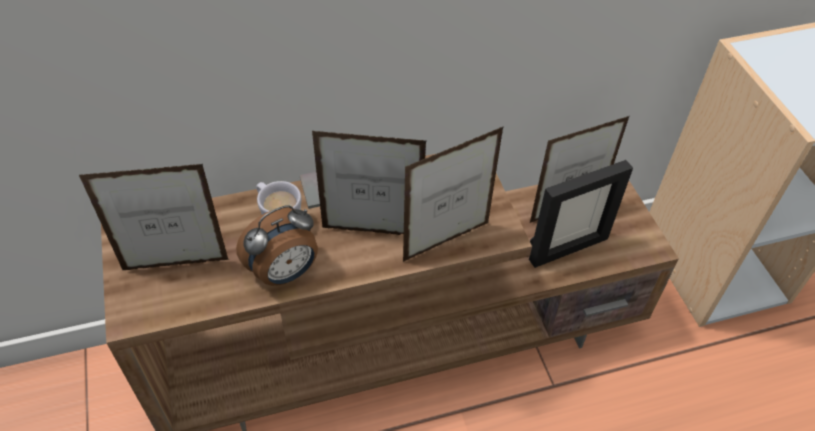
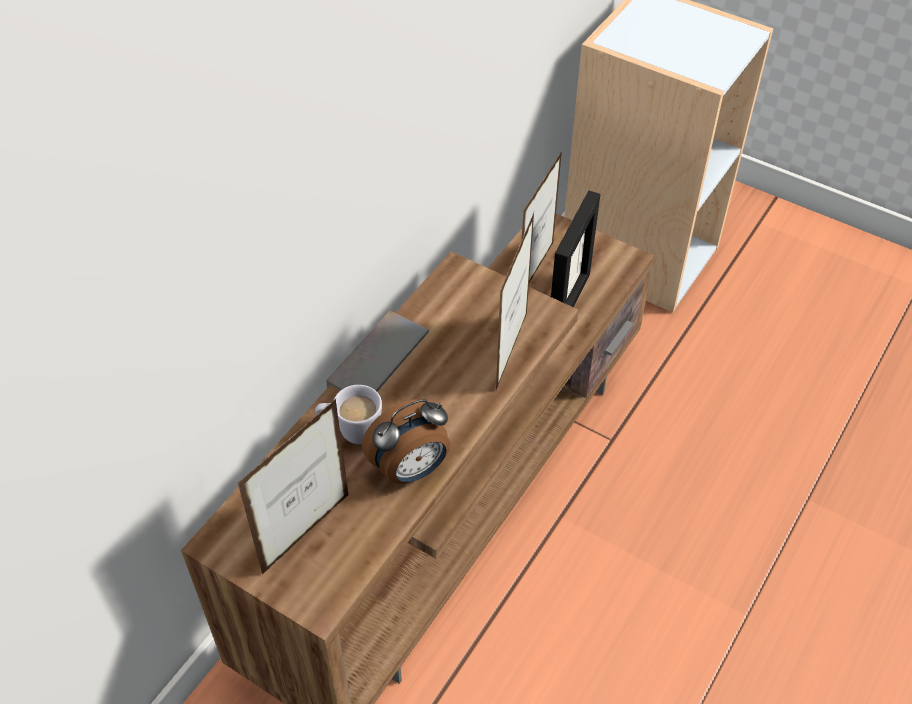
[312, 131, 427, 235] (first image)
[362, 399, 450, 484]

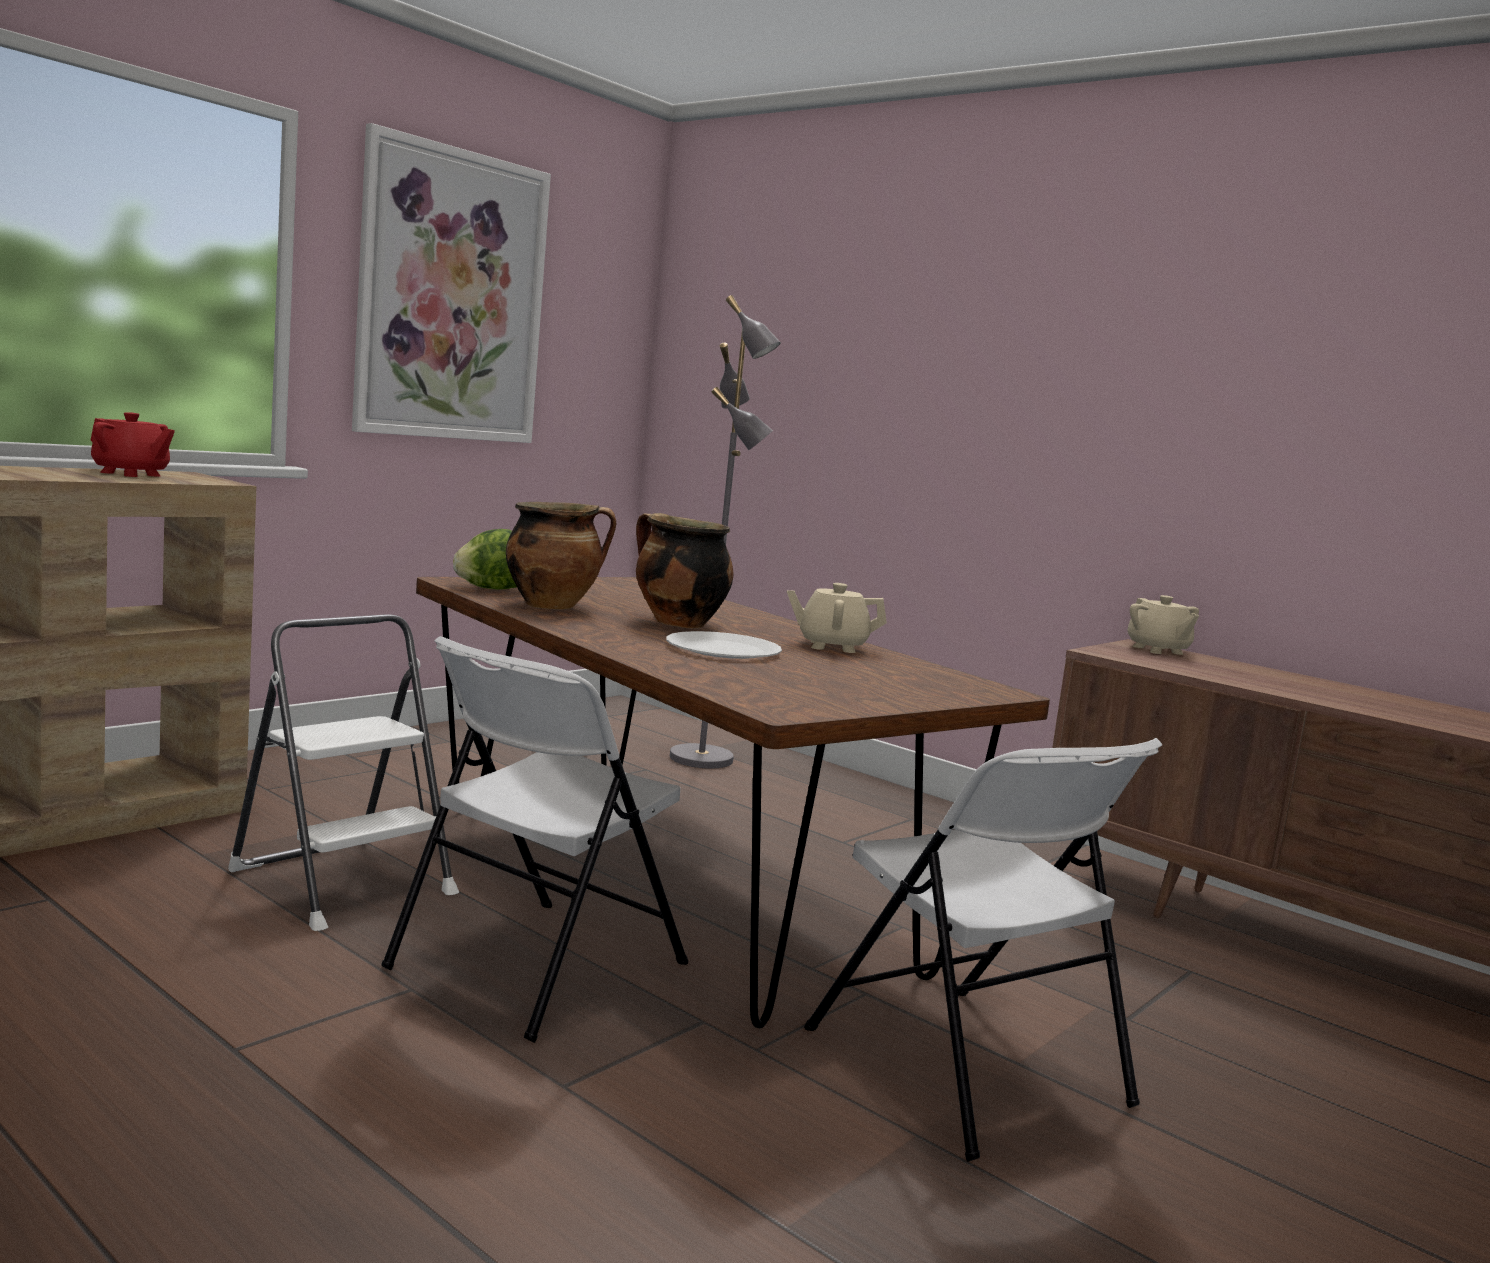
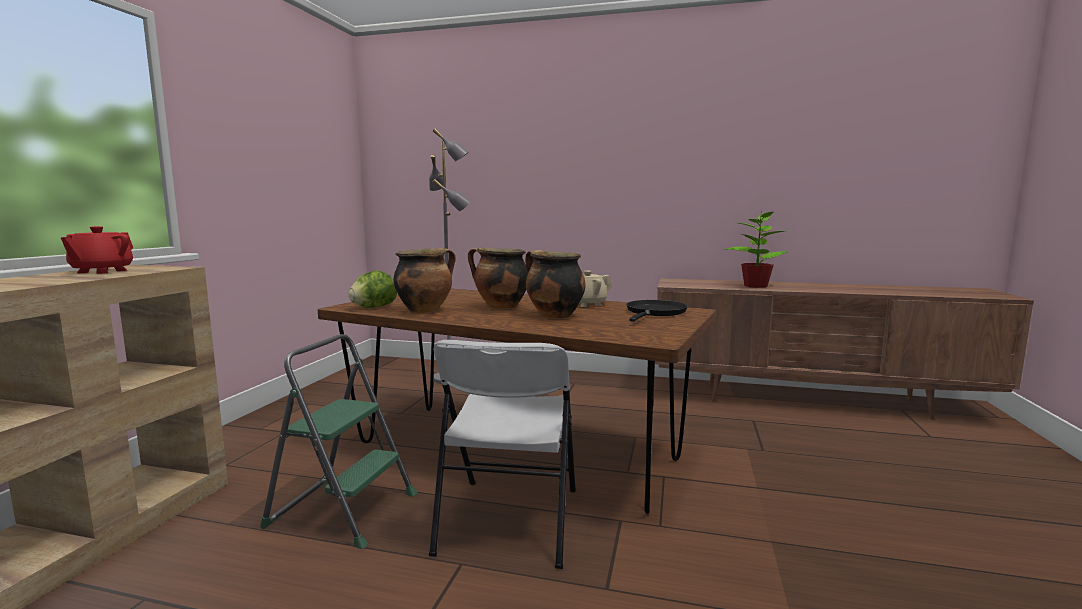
[352, 123, 551, 443] (first image)
[804, 738, 1162, 1162] (first image)
[1128, 595, 1199, 655] (first image)
[626, 300, 688, 322]
[724, 208, 787, 288]
[525, 250, 586, 319]
[260, 334, 418, 549]
[61, 226, 133, 274]

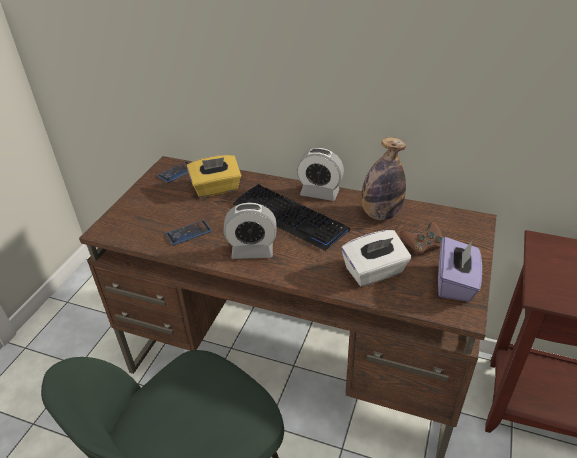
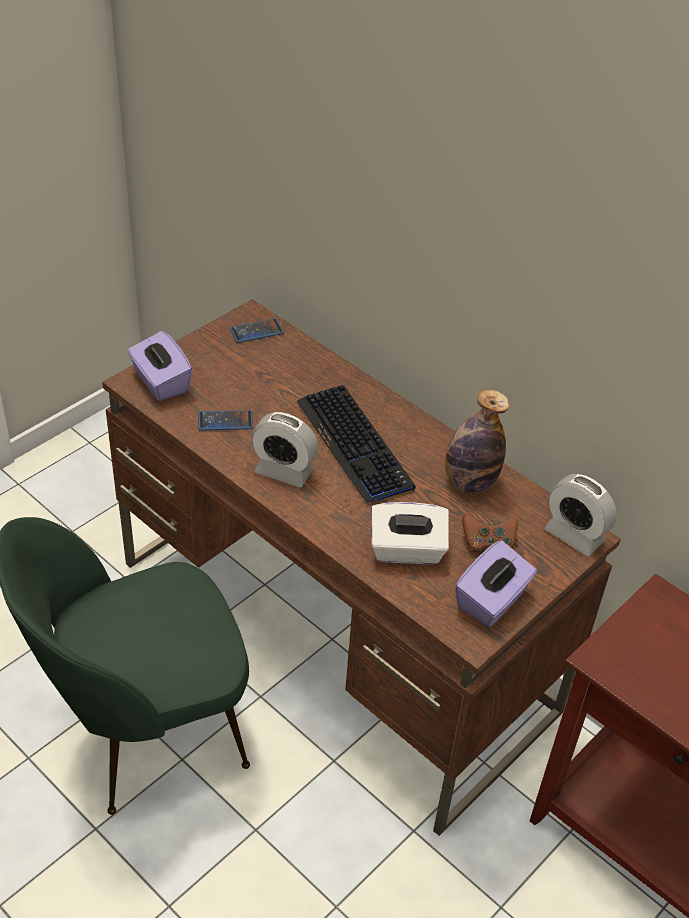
[187, 155, 241, 198] (first image)
[127, 331, 193, 401]
[545, 474, 617, 556]

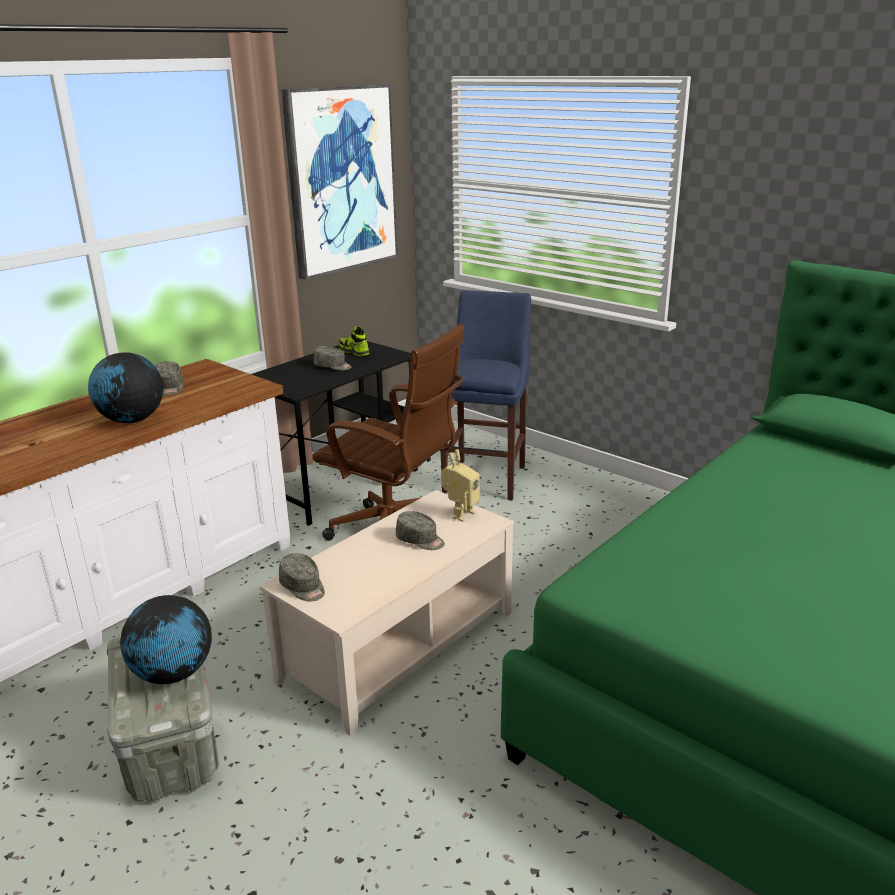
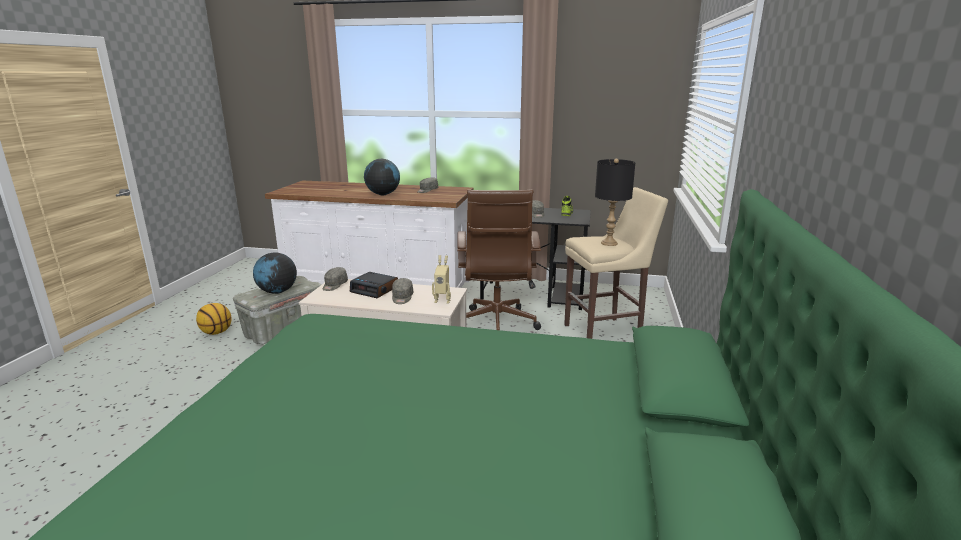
[281, 84, 398, 280] (first image)
[196, 303, 232, 335]
[350, 272, 398, 298]
[595, 159, 635, 246]
[564, 187, 668, 339]

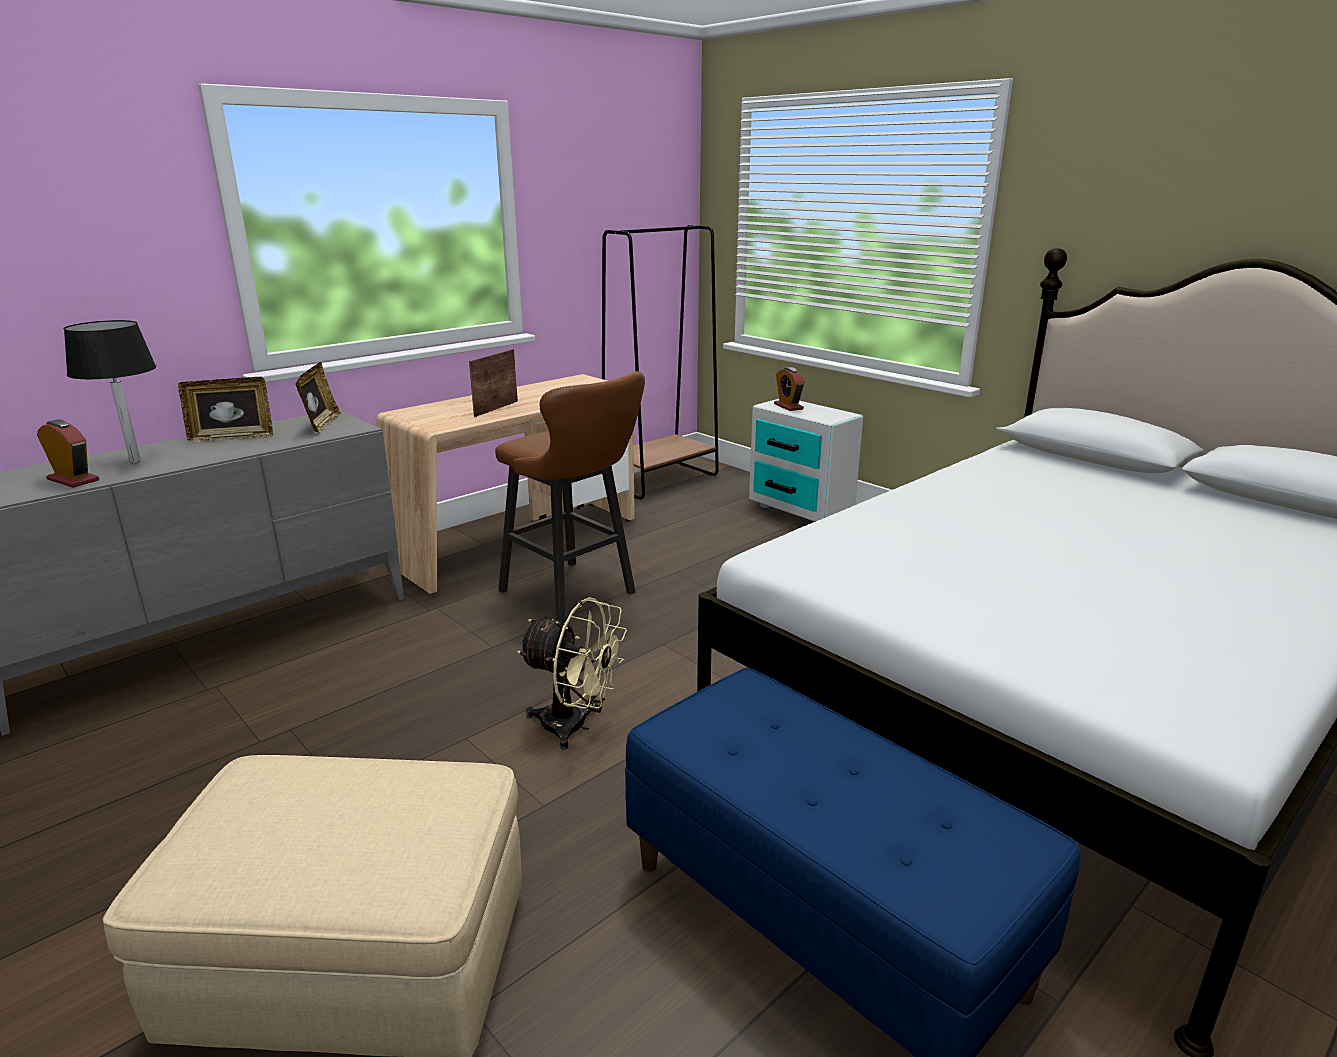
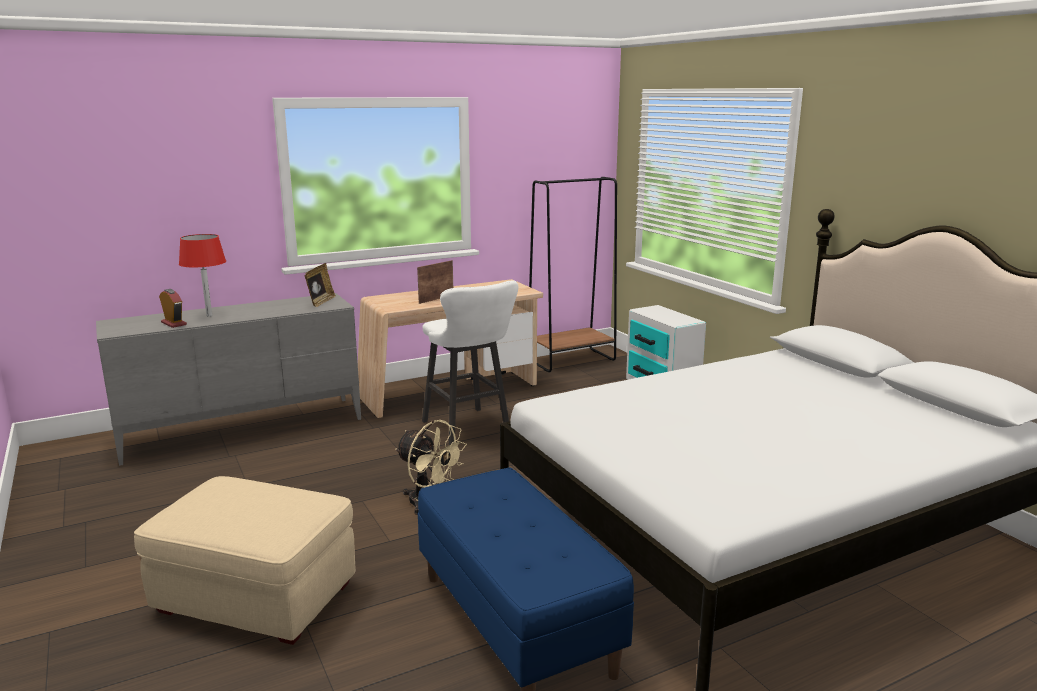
[178, 377, 273, 442] (first image)
[774, 367, 805, 411] (first image)
[179, 234, 226, 316]
[422, 281, 519, 445]

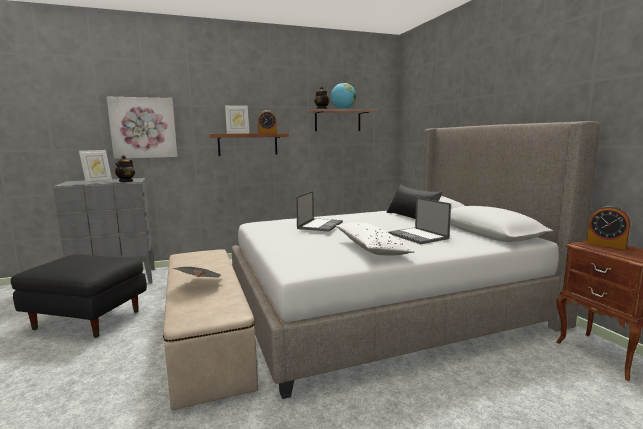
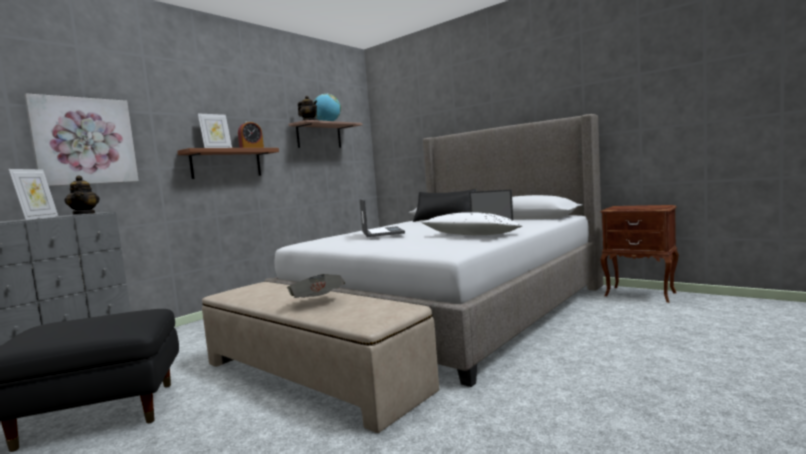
[586, 205, 630, 249] (first image)

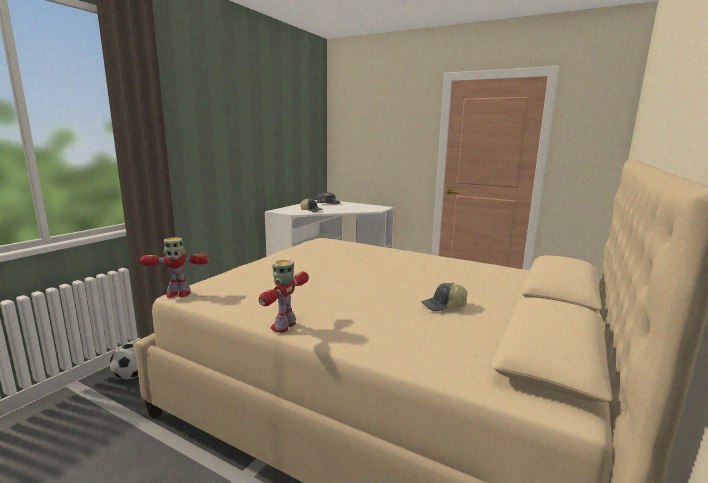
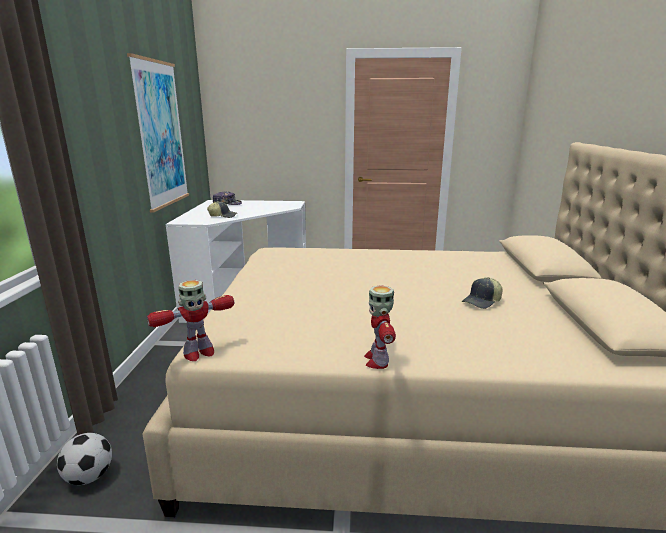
[127, 53, 189, 213]

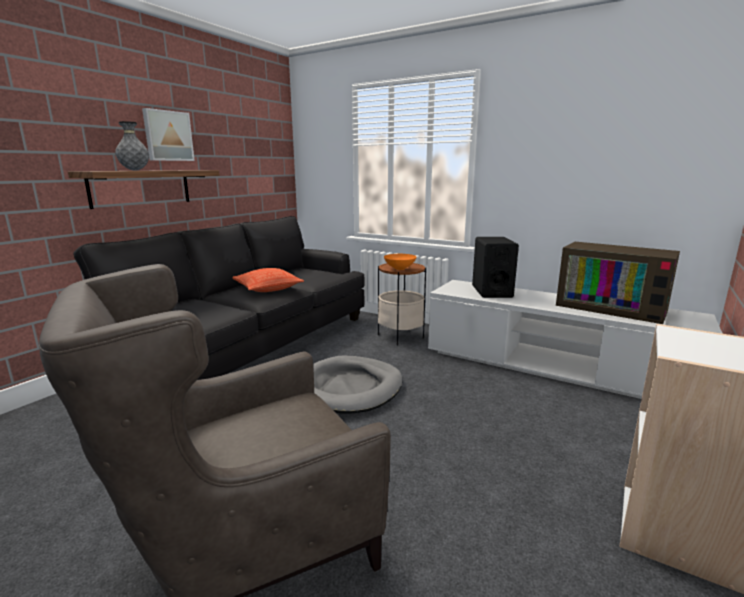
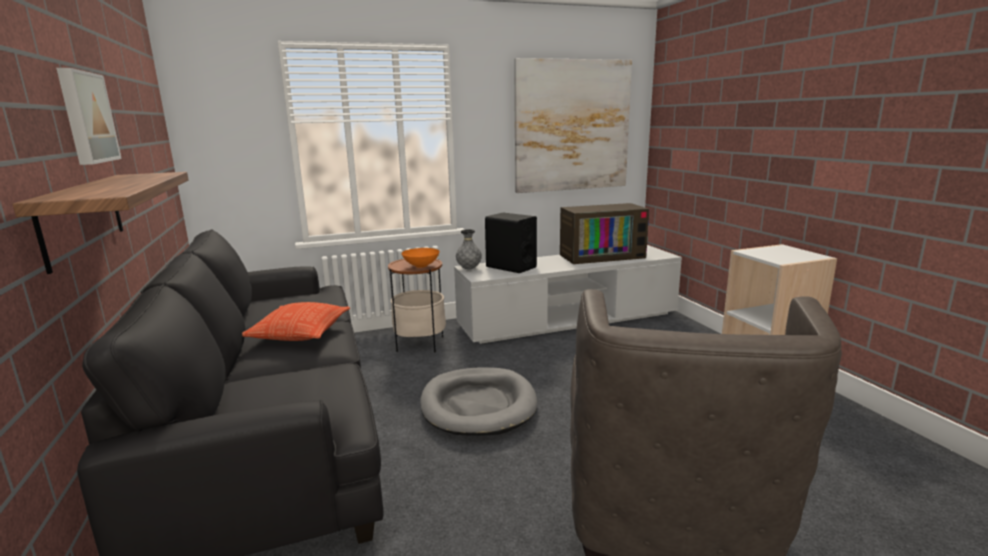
[514, 58, 632, 193]
[456, 229, 482, 269]

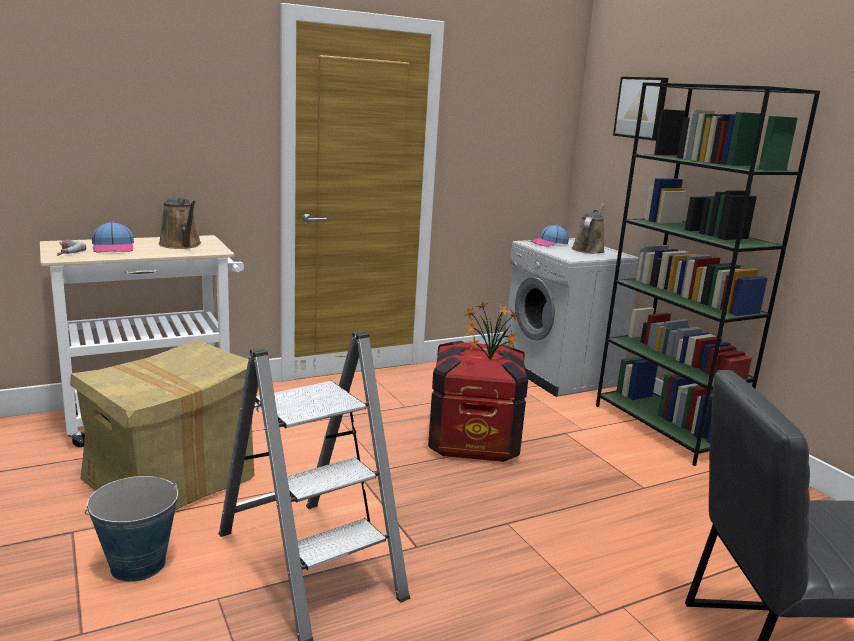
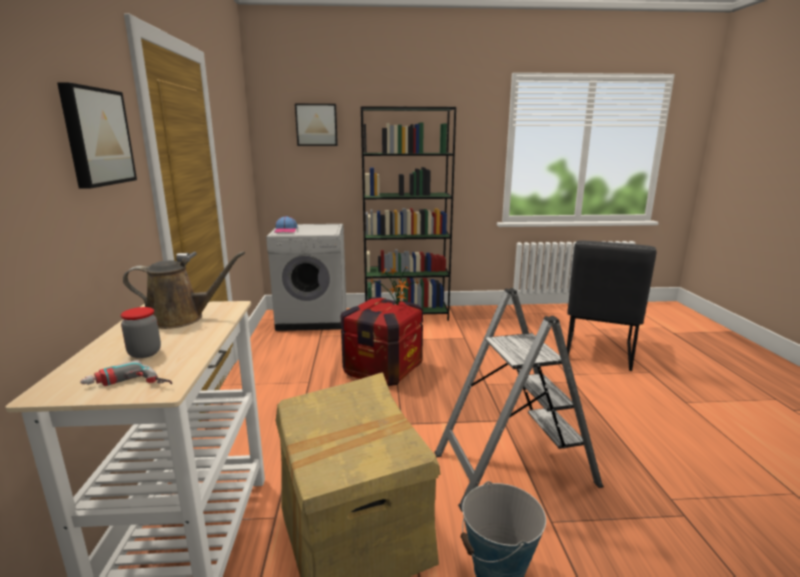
[571, 203, 605, 254] (first image)
[57, 83, 137, 189]
[121, 307, 161, 358]

